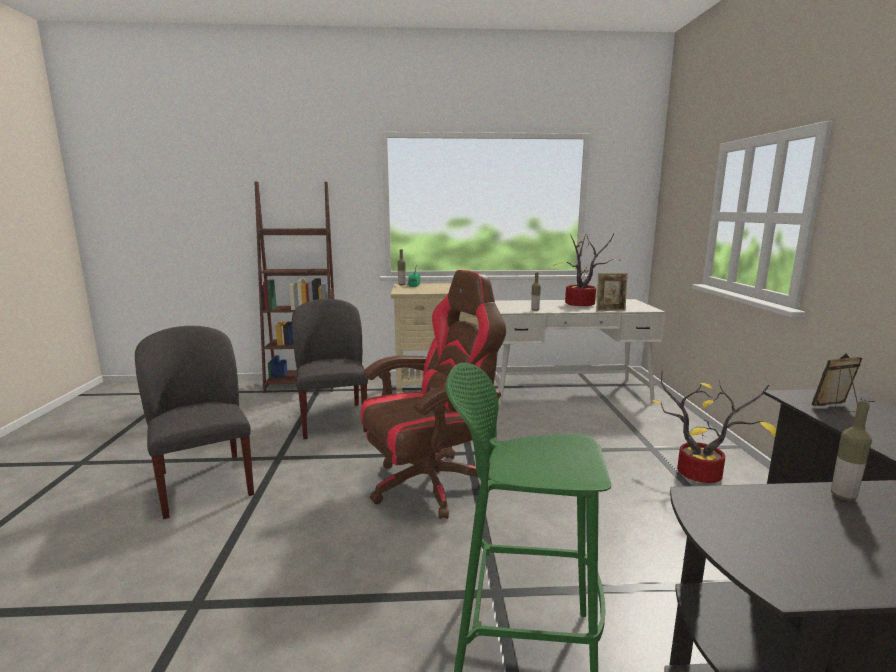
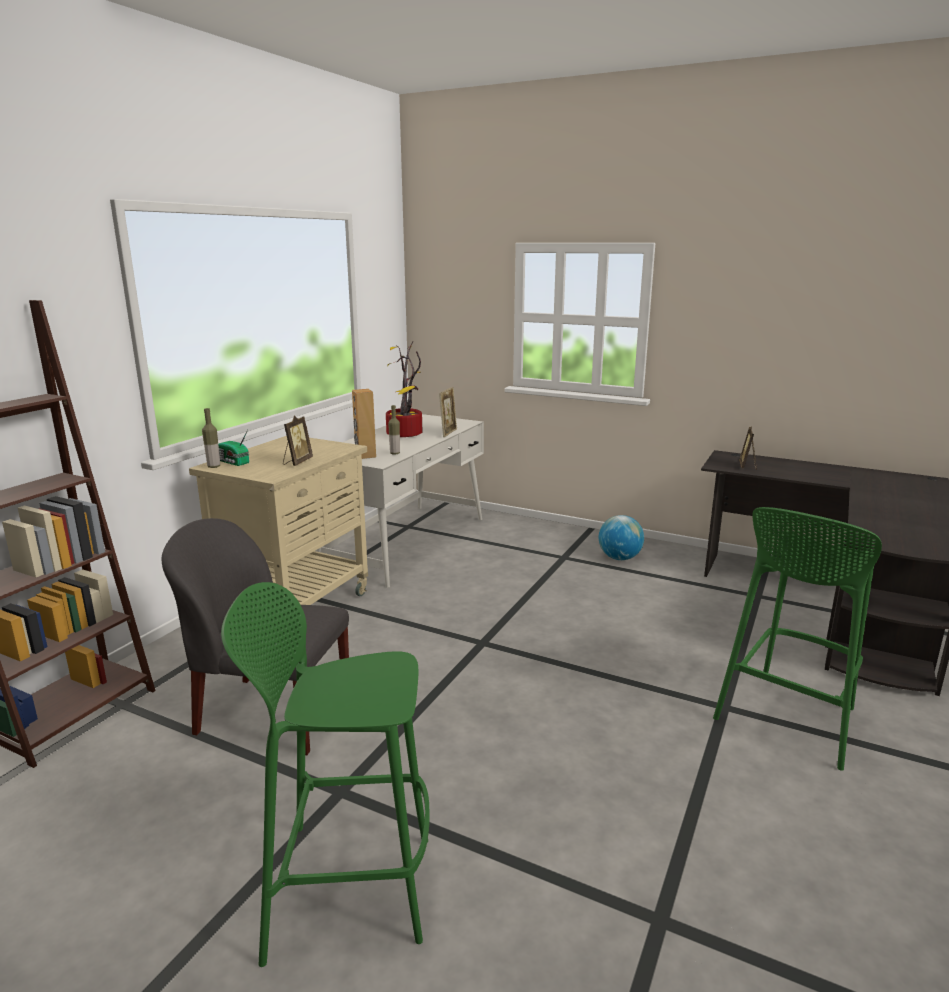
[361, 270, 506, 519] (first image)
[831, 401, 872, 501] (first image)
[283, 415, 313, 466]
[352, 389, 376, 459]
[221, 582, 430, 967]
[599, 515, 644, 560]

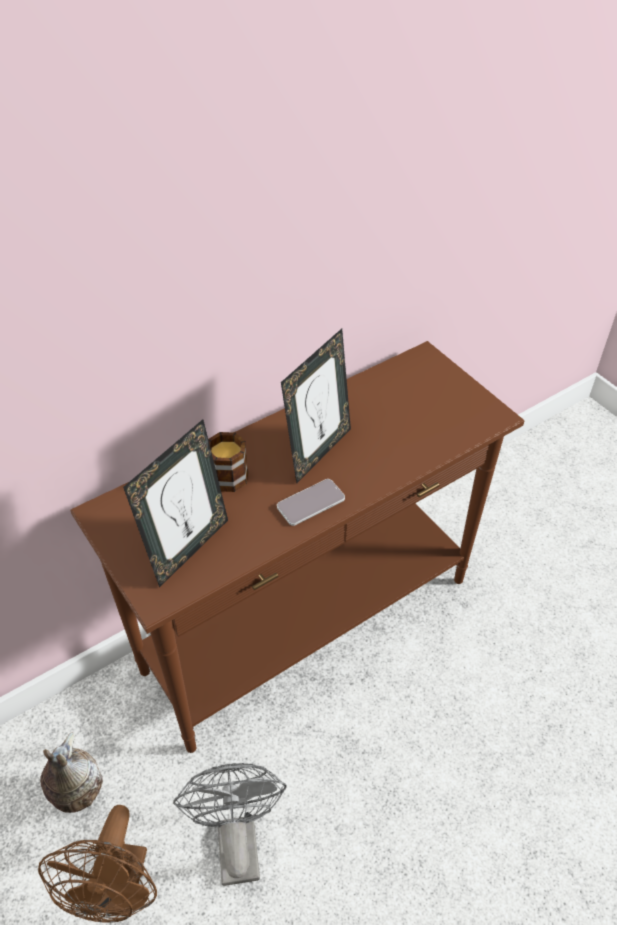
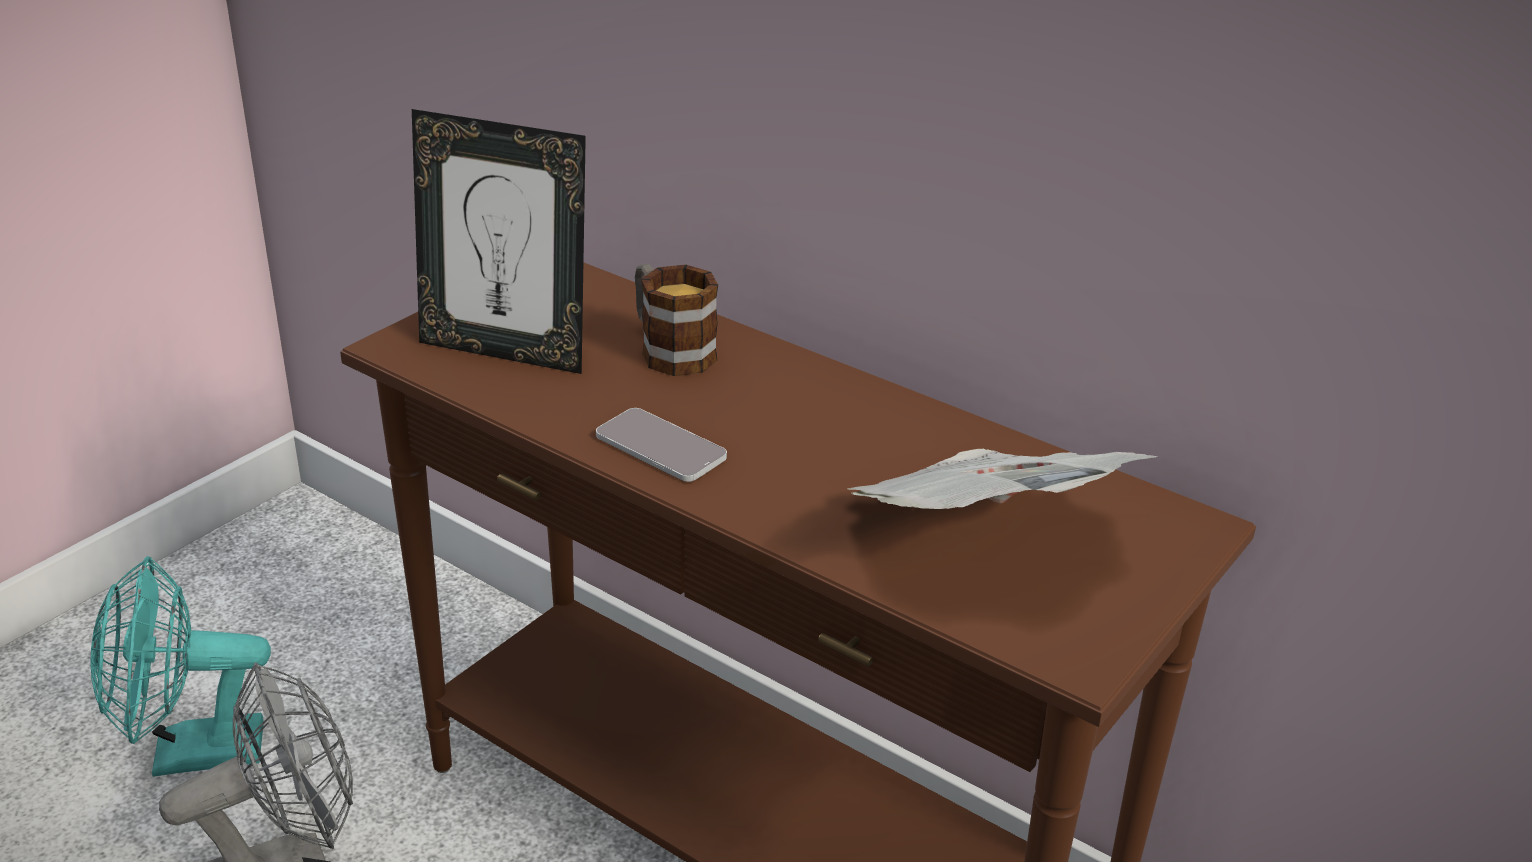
[40, 732, 103, 813] (first image)
[281, 329, 351, 484] (first image)
[848, 448, 1158, 509]
[90, 556, 271, 777]

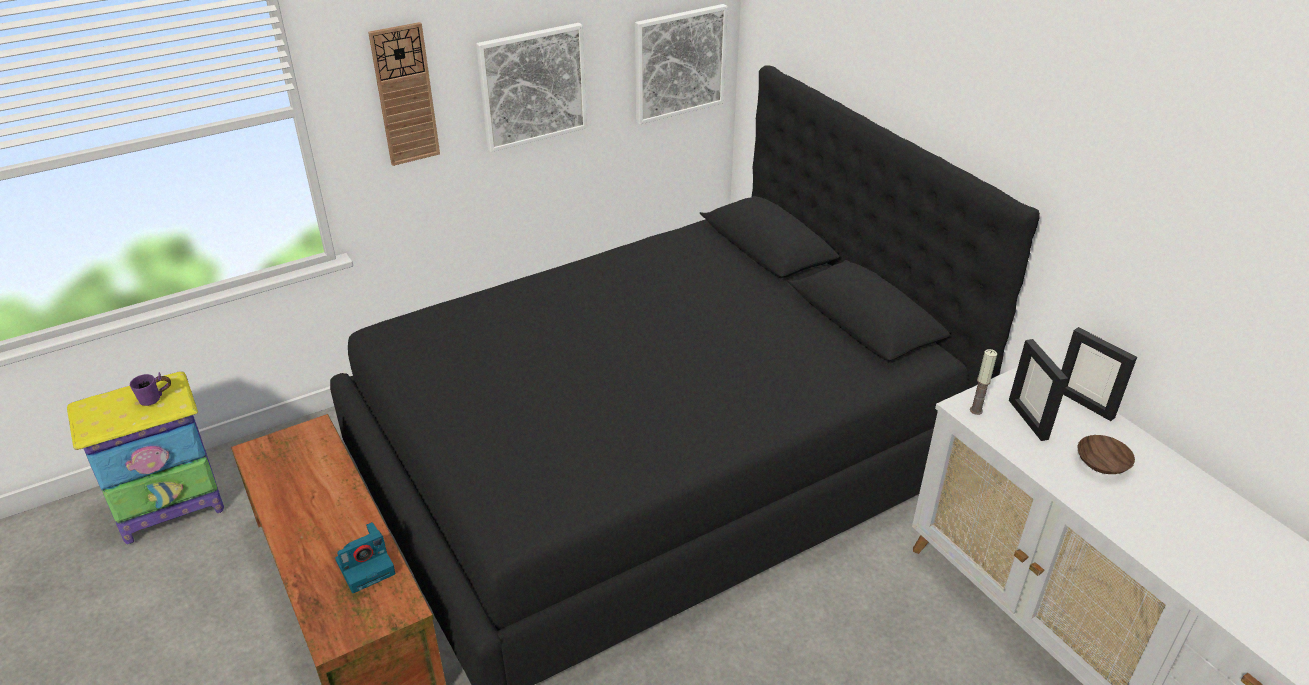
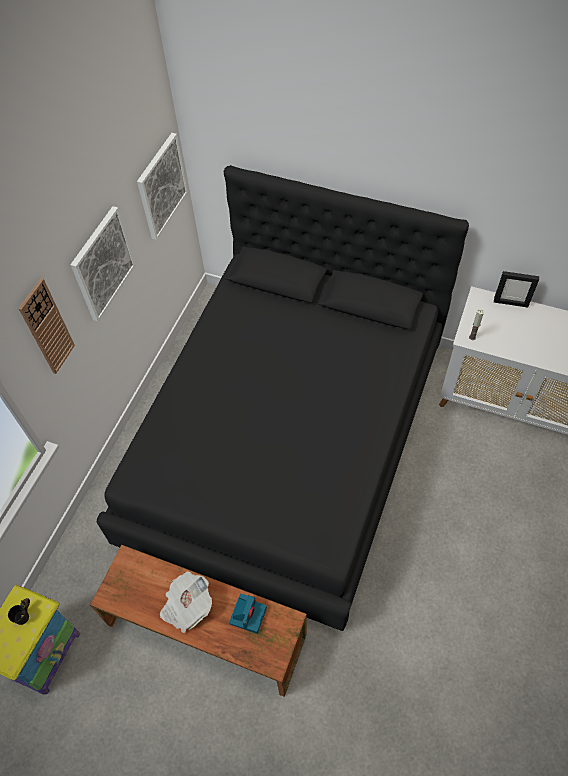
[1009, 339, 1068, 441] (first image)
[1077, 435, 1135, 474] (first image)
[160, 571, 212, 633]
[8, 598, 30, 625]

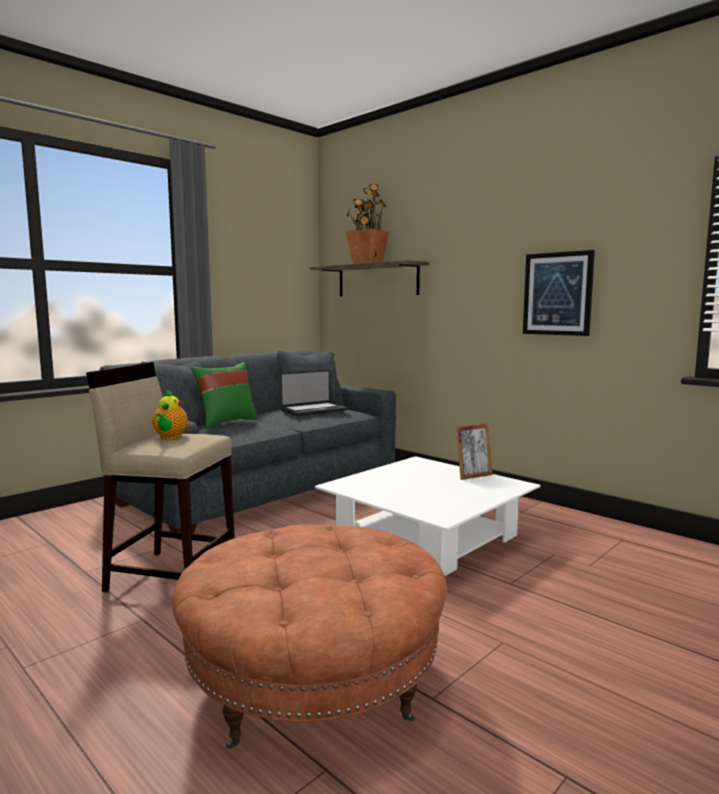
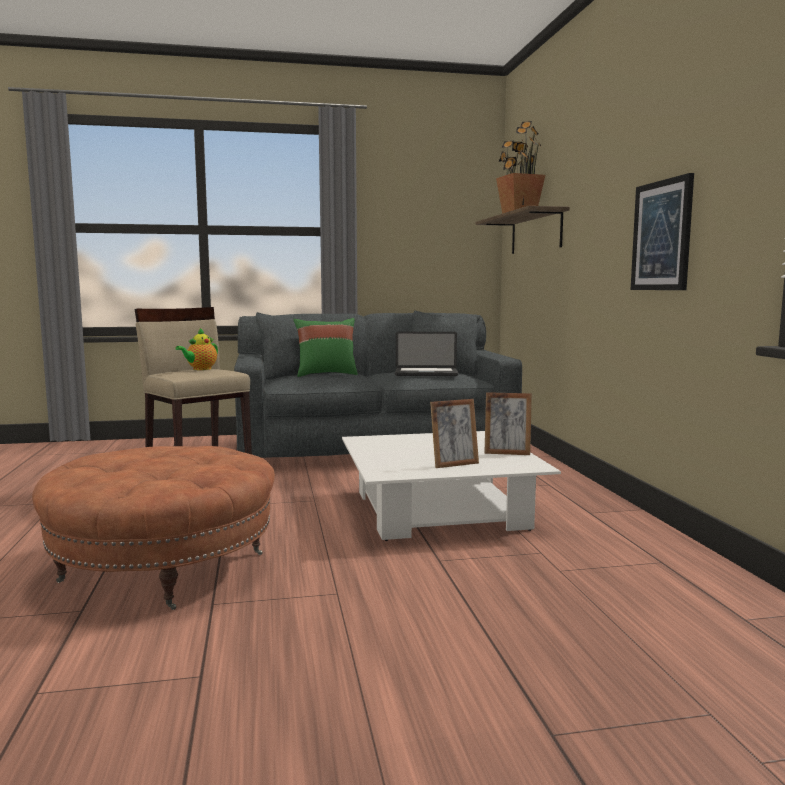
[430, 399, 479, 468]

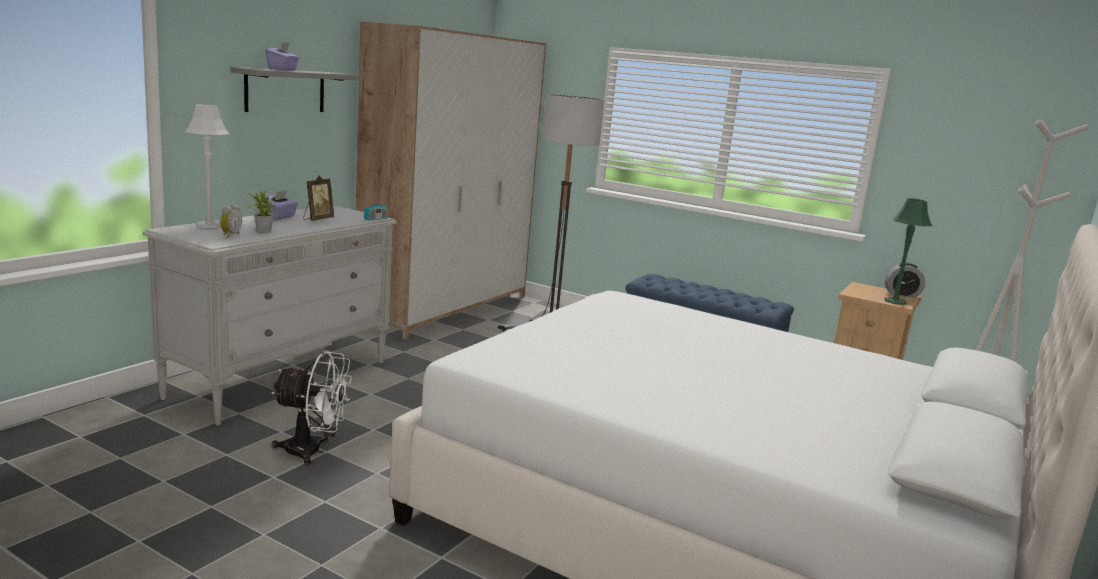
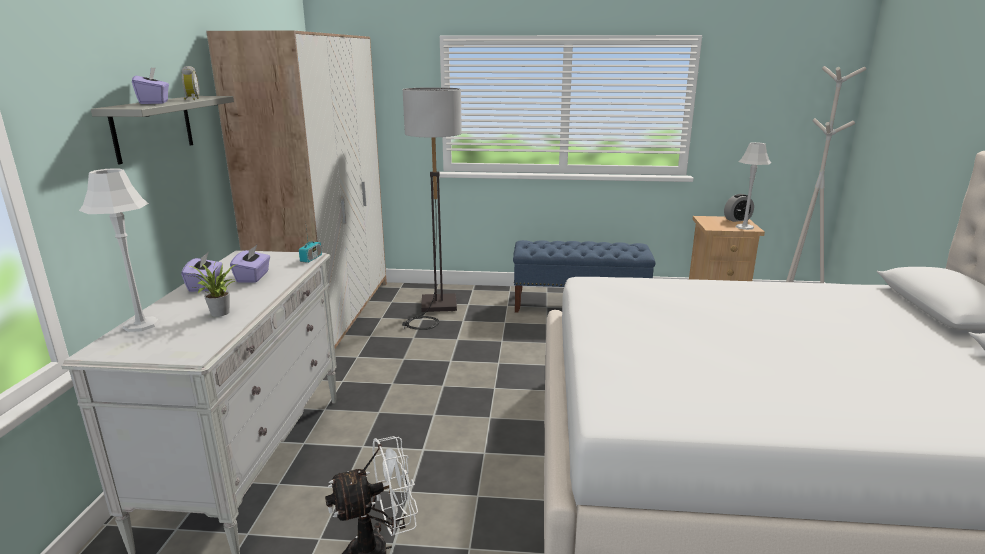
[182, 66, 200, 100]
[230, 245, 270, 282]
[736, 142, 771, 230]

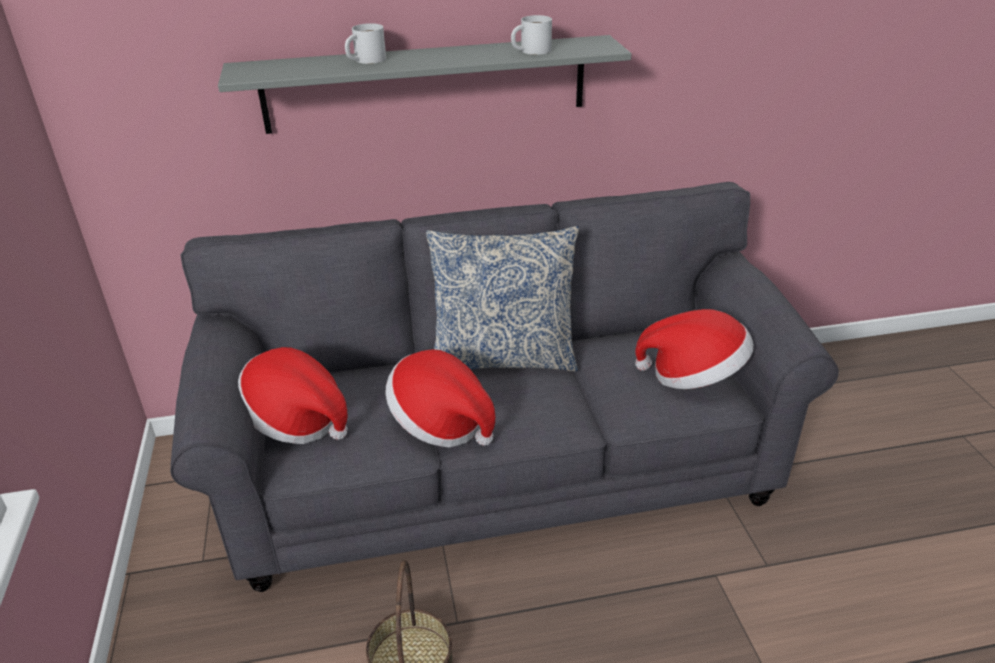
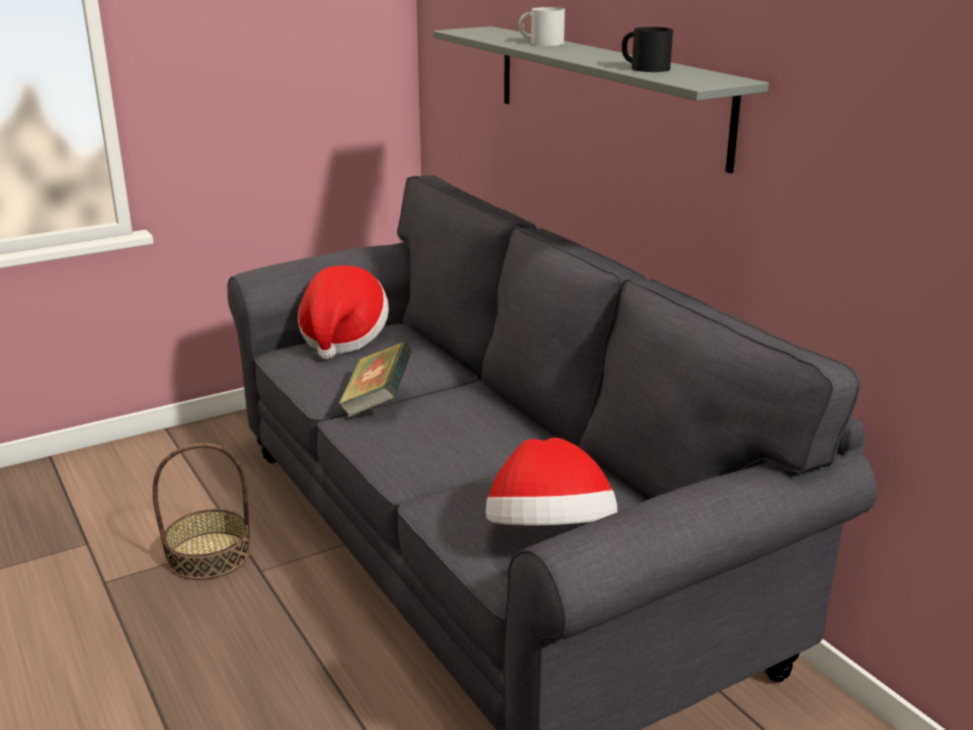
[426, 226, 579, 371] (first image)
[338, 342, 413, 417]
[622, 27, 673, 72]

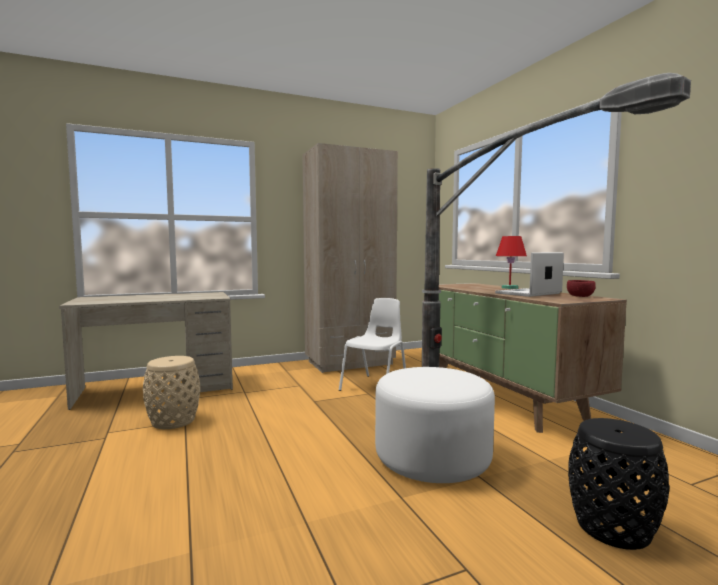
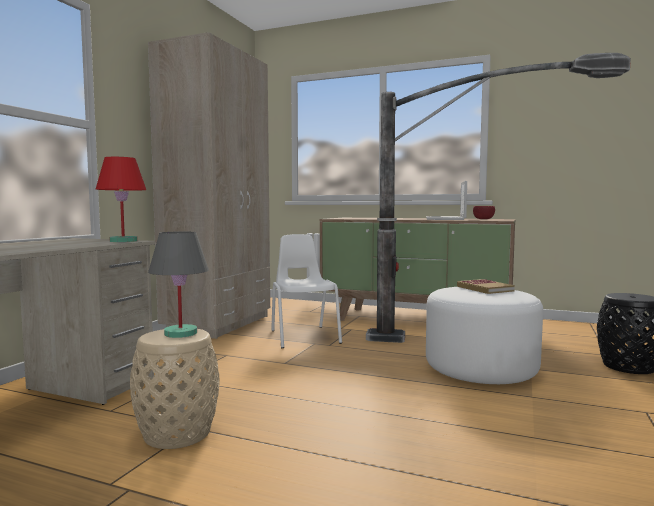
[148, 231, 209, 338]
[457, 279, 515, 294]
[96, 157, 146, 242]

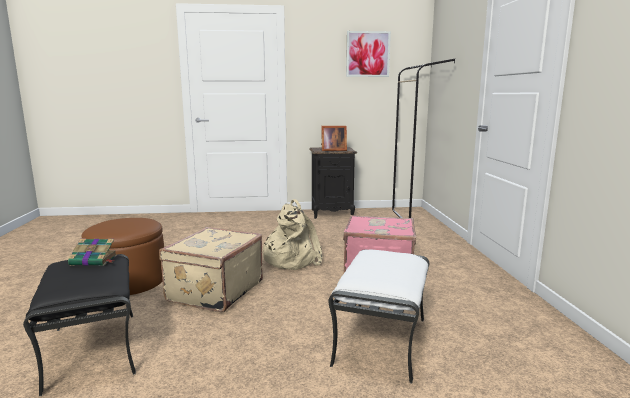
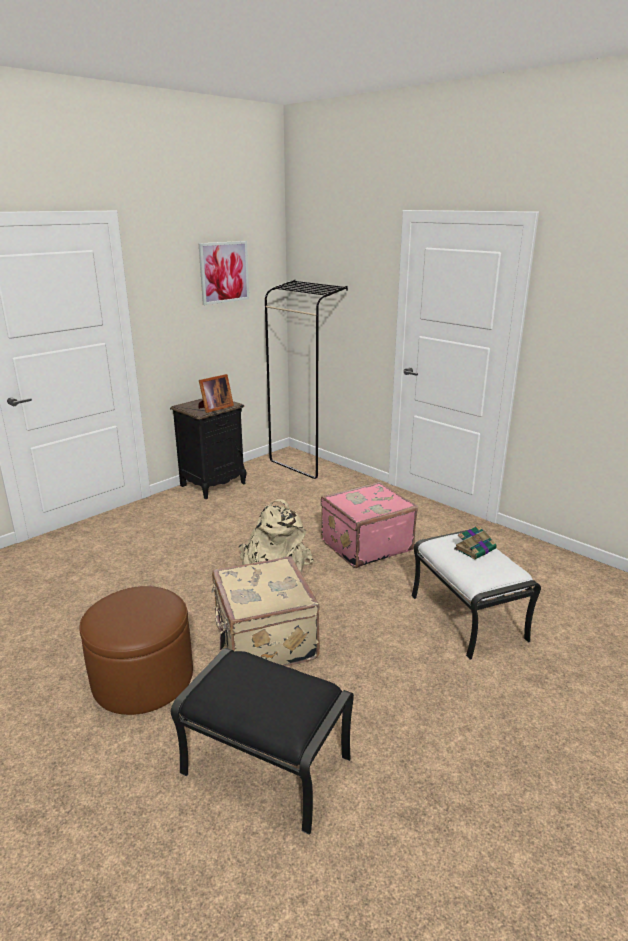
[454, 525, 497, 560]

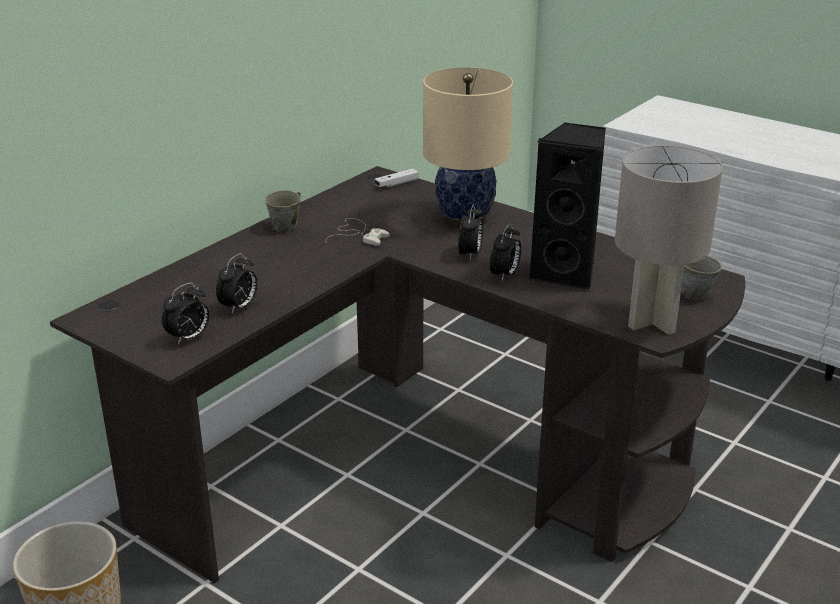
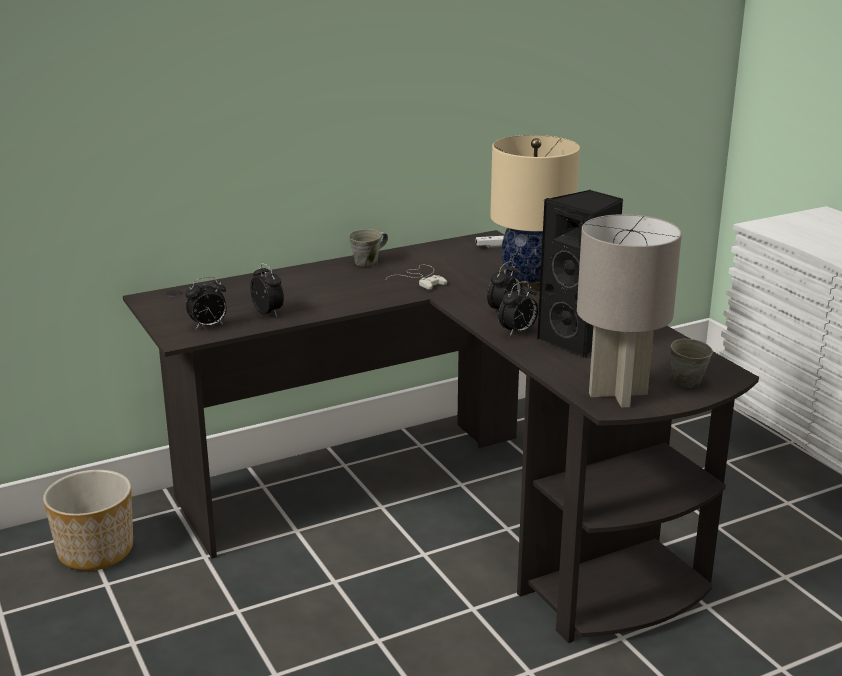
[250, 263, 284, 317]

